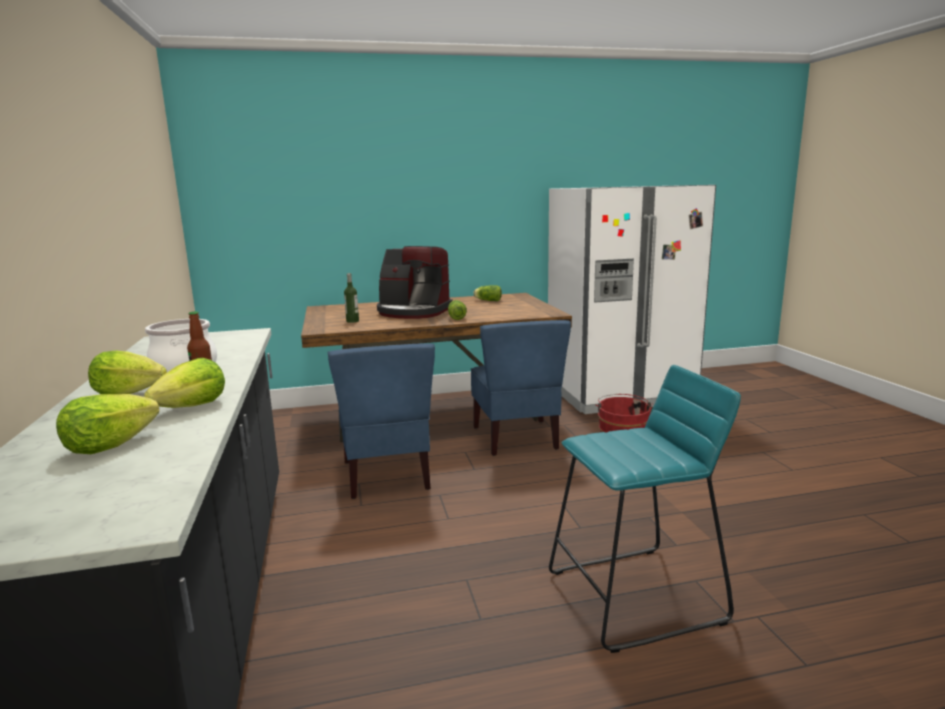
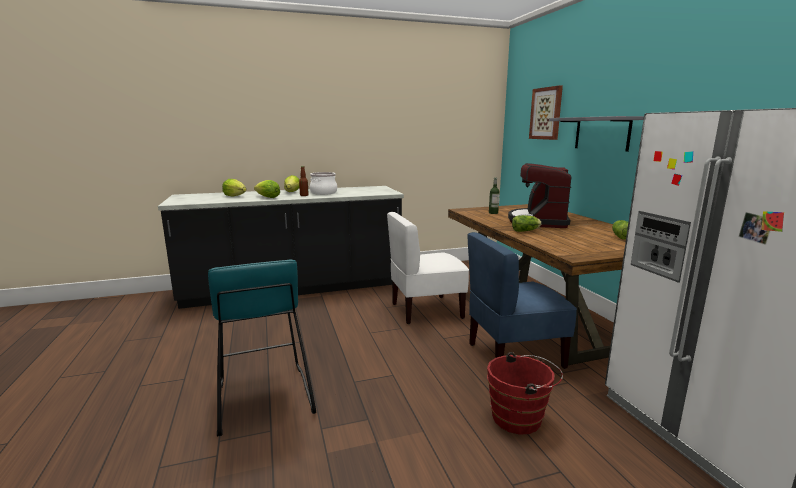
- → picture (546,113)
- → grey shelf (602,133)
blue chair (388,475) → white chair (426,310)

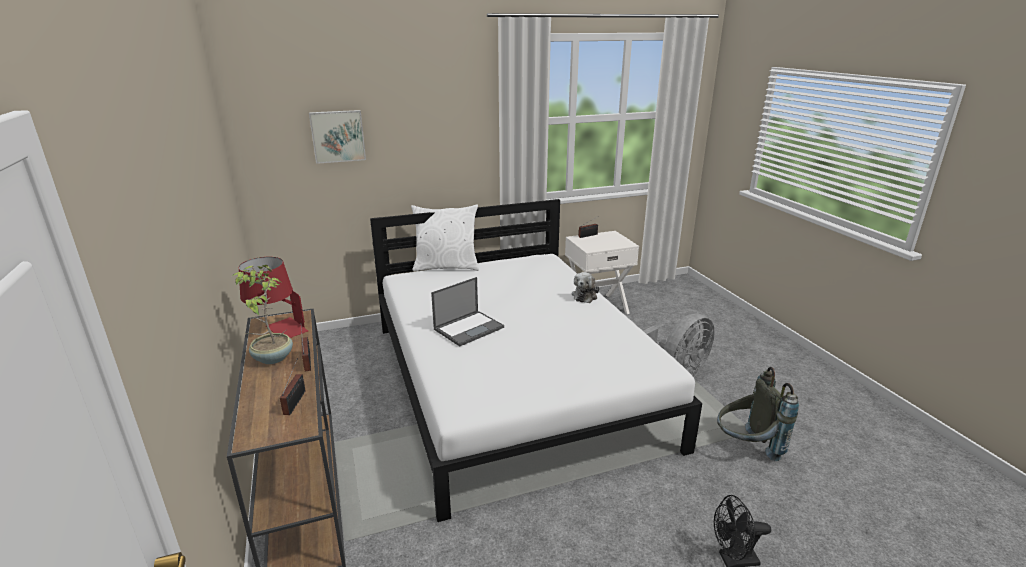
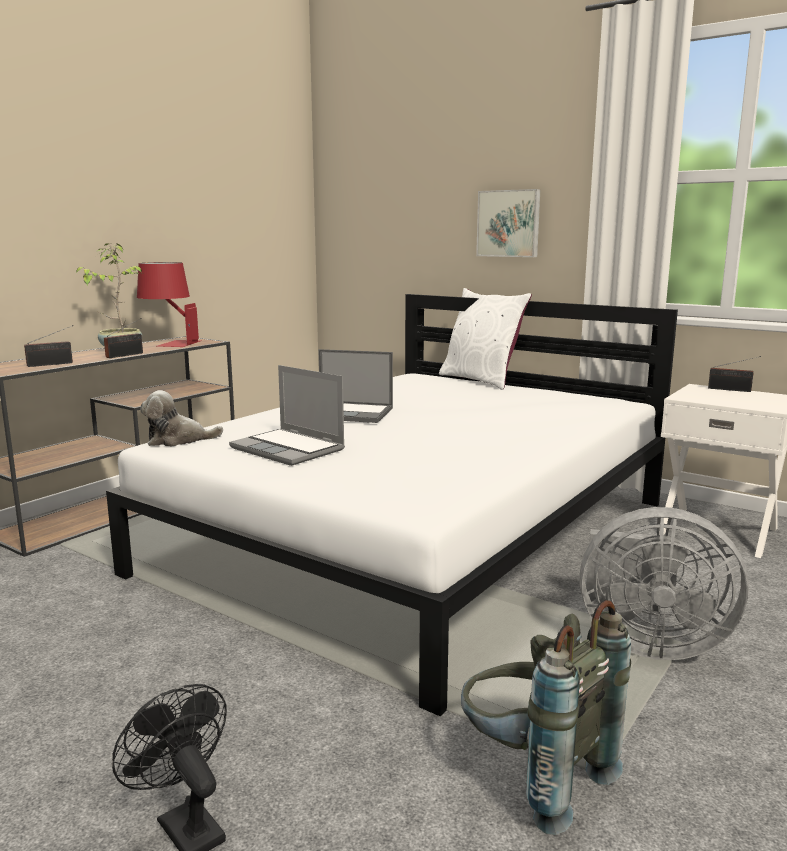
- → laptop (289,449)
picture (337,136) → picture (509,223), relocated
plush toy (585,295) → plush toy (178,440), relocated

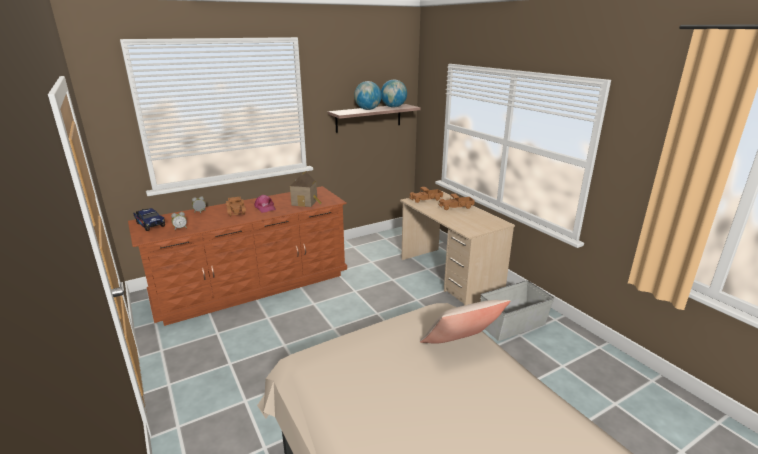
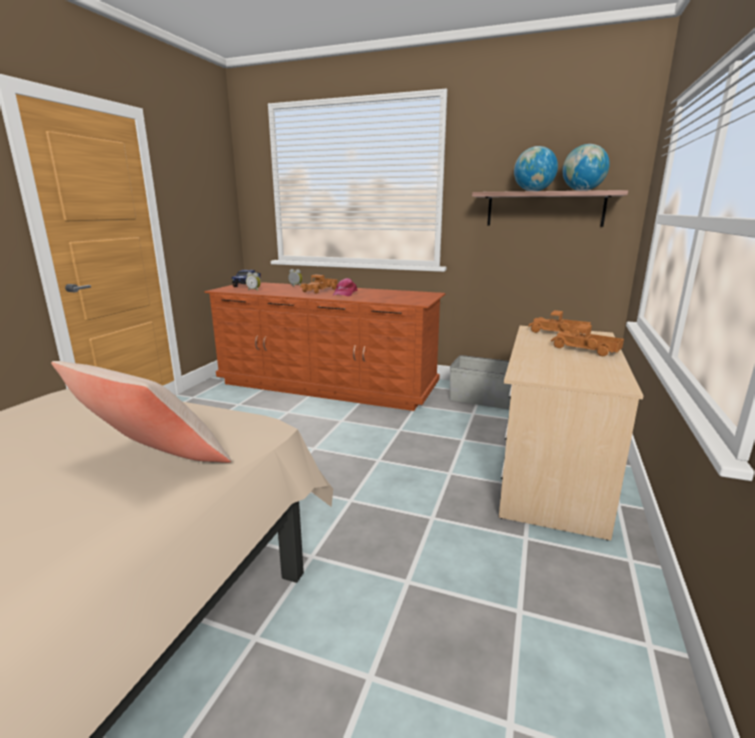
toy house (306,202) → -
grey storage box (512,324) → grey storage box (484,399), relocated

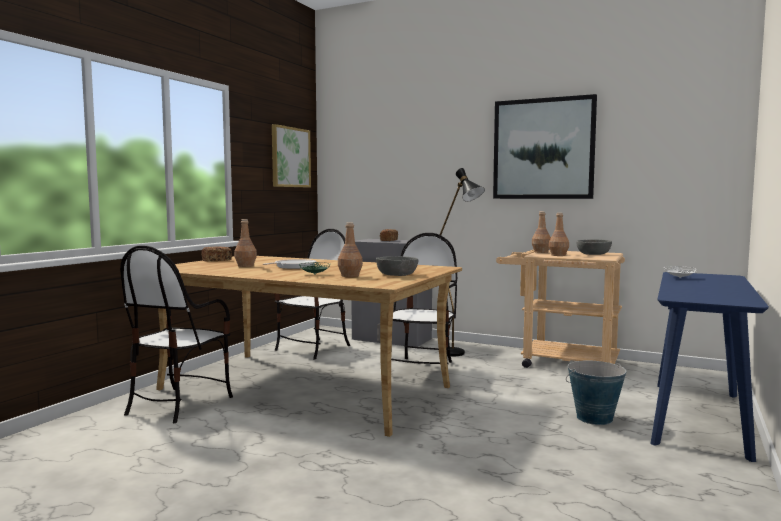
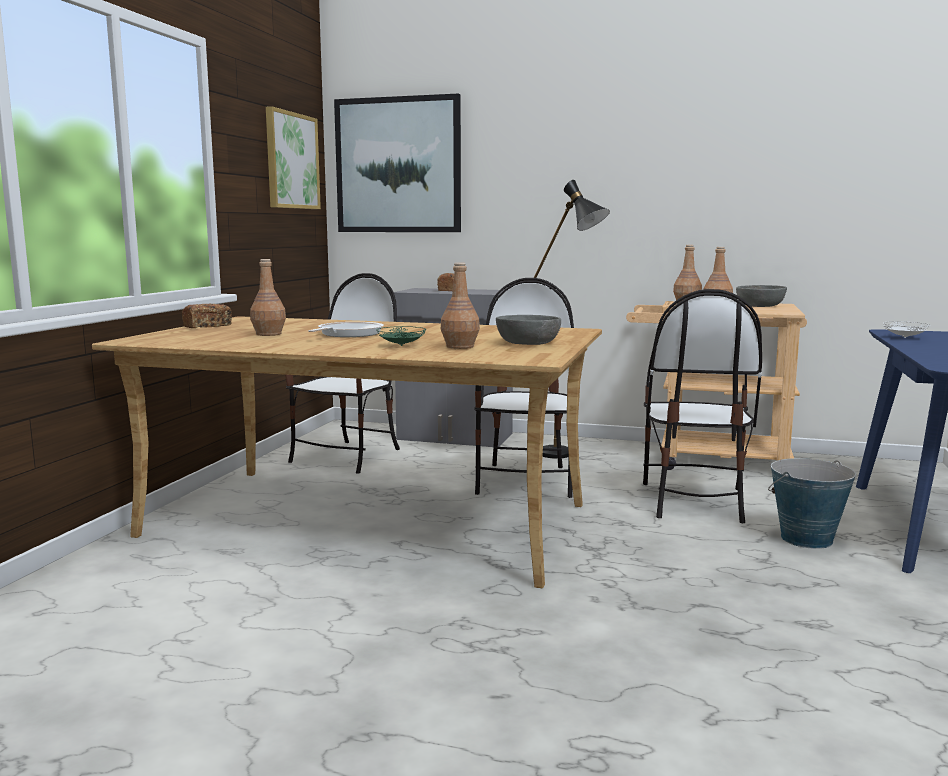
chair (178,404) → chair (694,501), relocated
picture (543,149) → picture (398,165), relocated

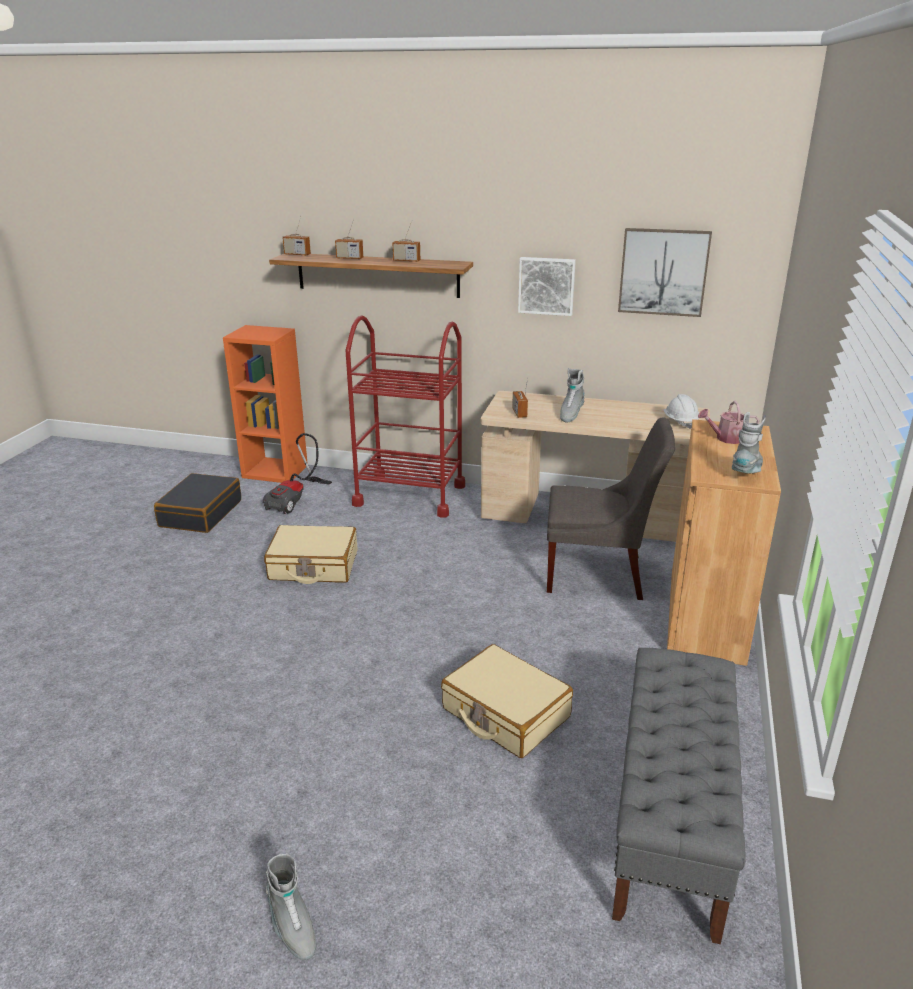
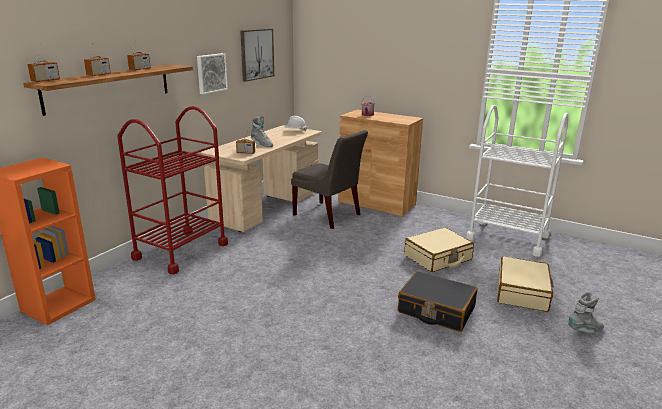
vacuum cleaner (296,500) → -
grey boot (746,473) → -
black suitcase (200,513) → black suitcase (436,310), relocated
beige suitcase (313,566) → beige suitcase (522,292), relocated
grey bench (670,820) → white cart (507,238)
grey chair (600,575) → grey chair (328,216), 105 degrees clockwise

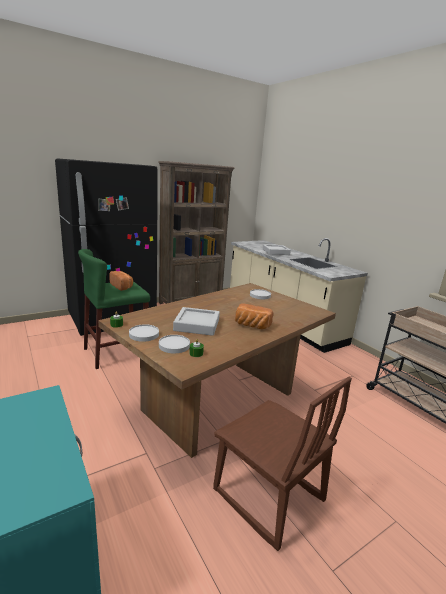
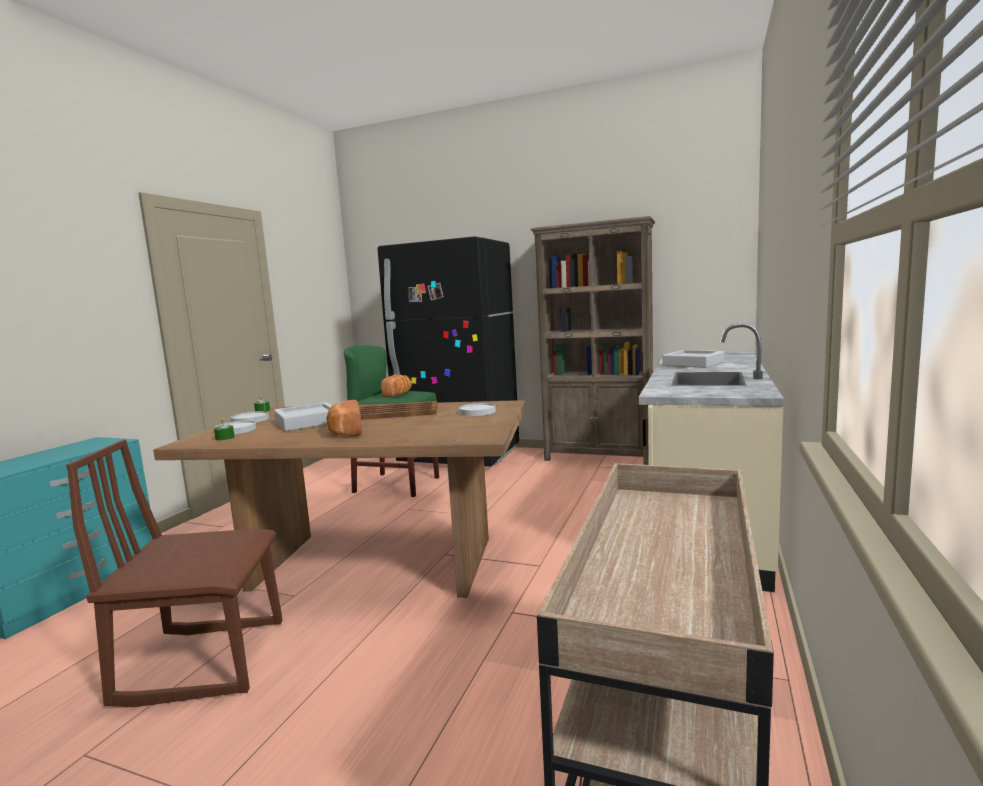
- → brown tray (396,412)
brown chair (268,496) → brown chair (204,660), 75 degrees clockwise

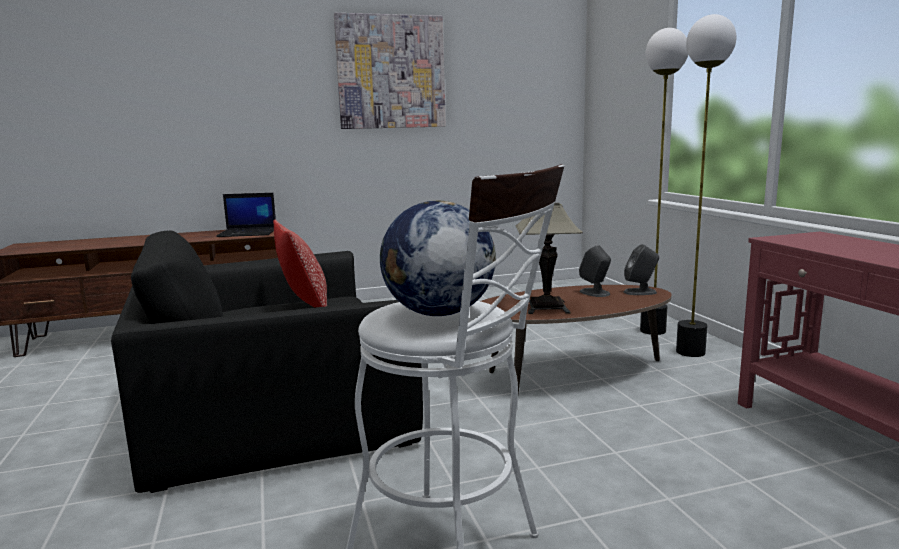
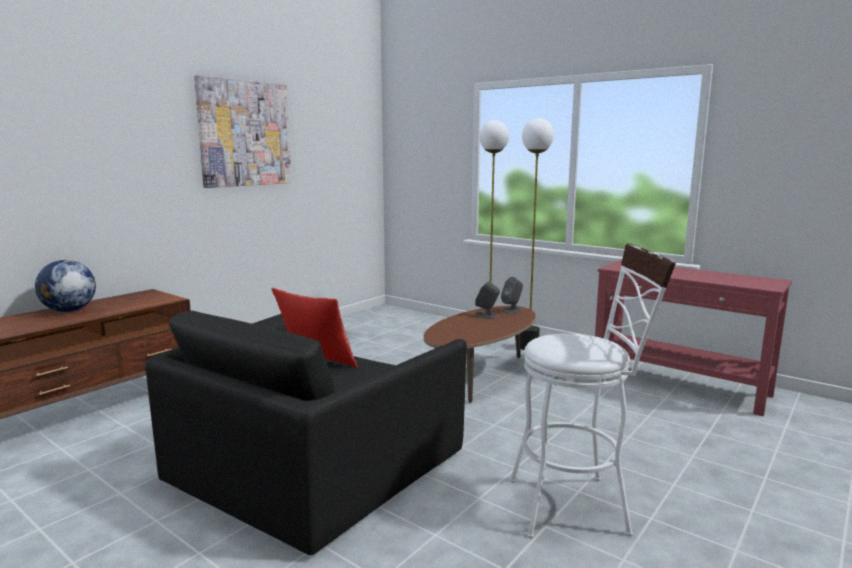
laptop (248,233) → -
table lamp (547,307) → -
globe (438,313) → globe (69,311), relocated

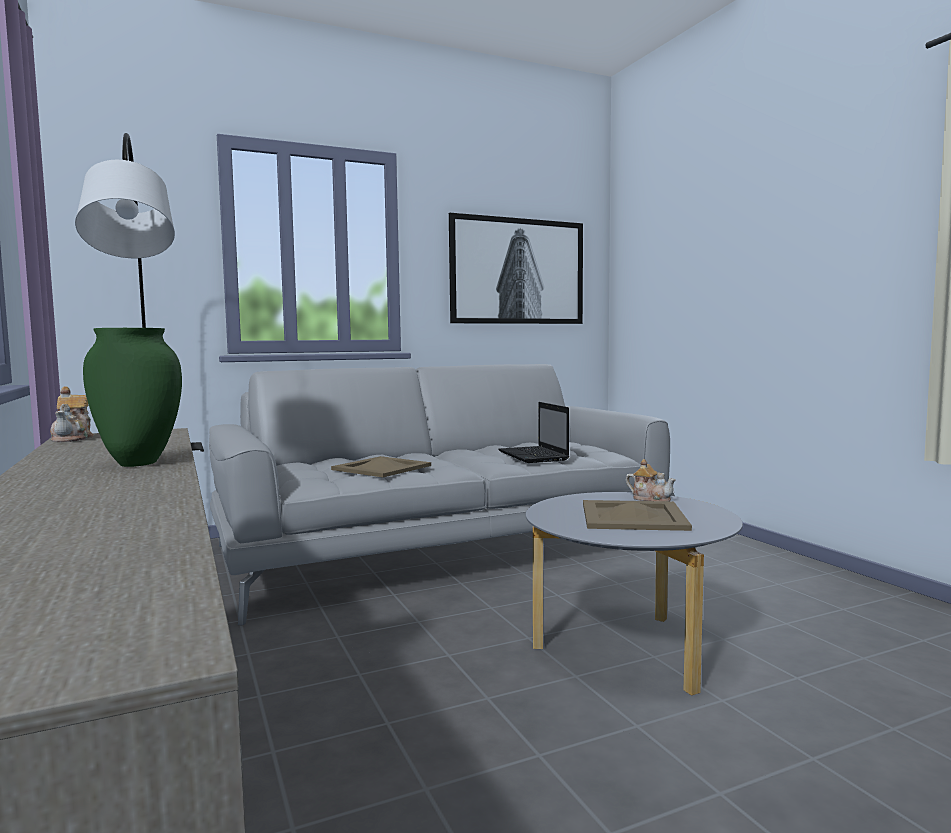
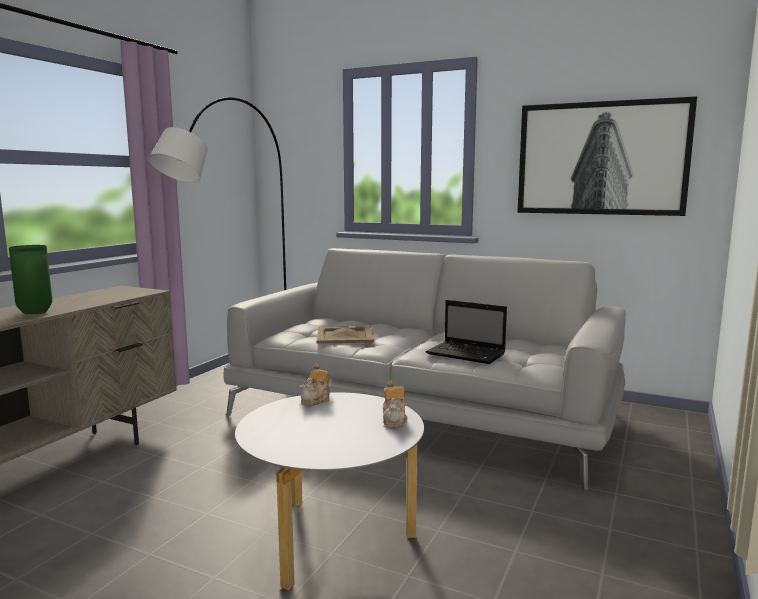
beige tray (632,516) → -
teapot (73,438) → teapot (317,400), relocated
laptop (534,456) → laptop (467,354), 90 degrees counterclockwise

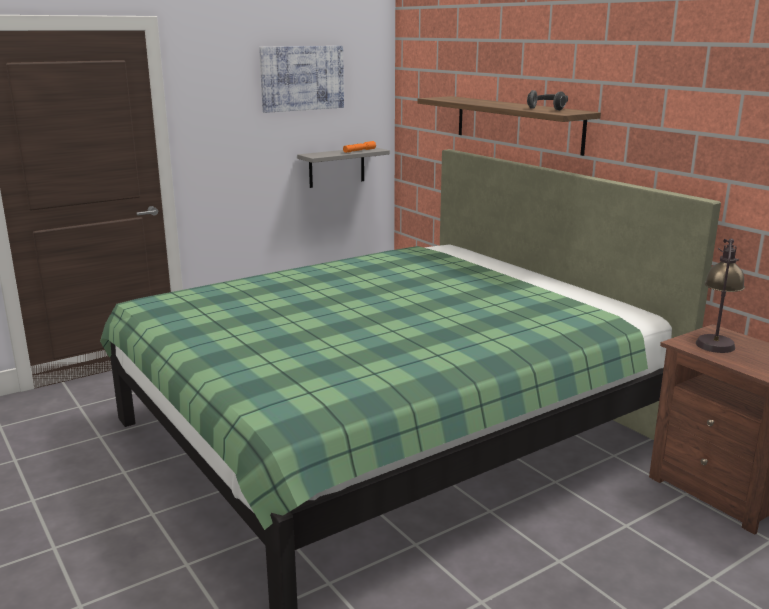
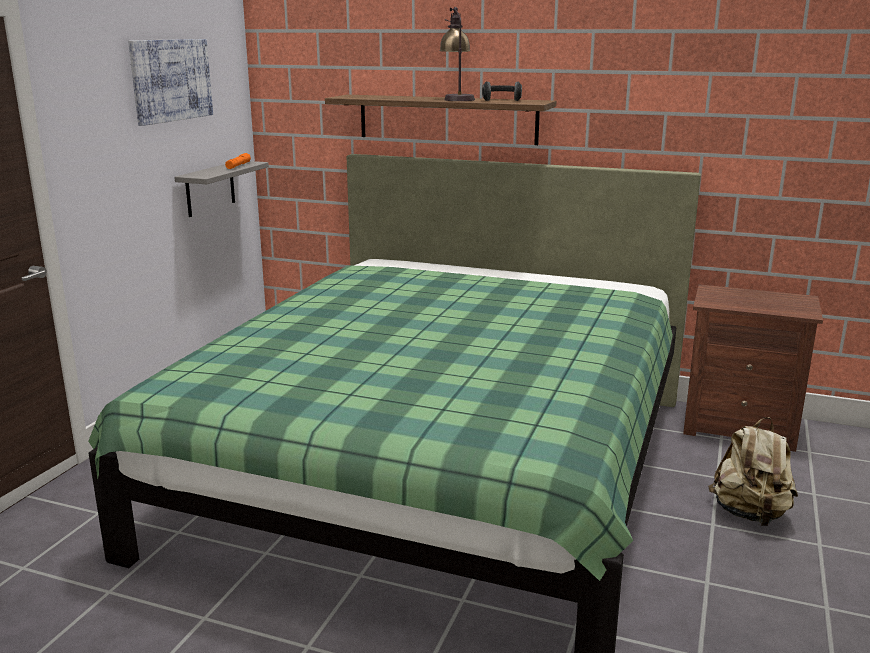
- → beige backpack (750,514)
table lamp (715,340) → table lamp (456,99), relocated

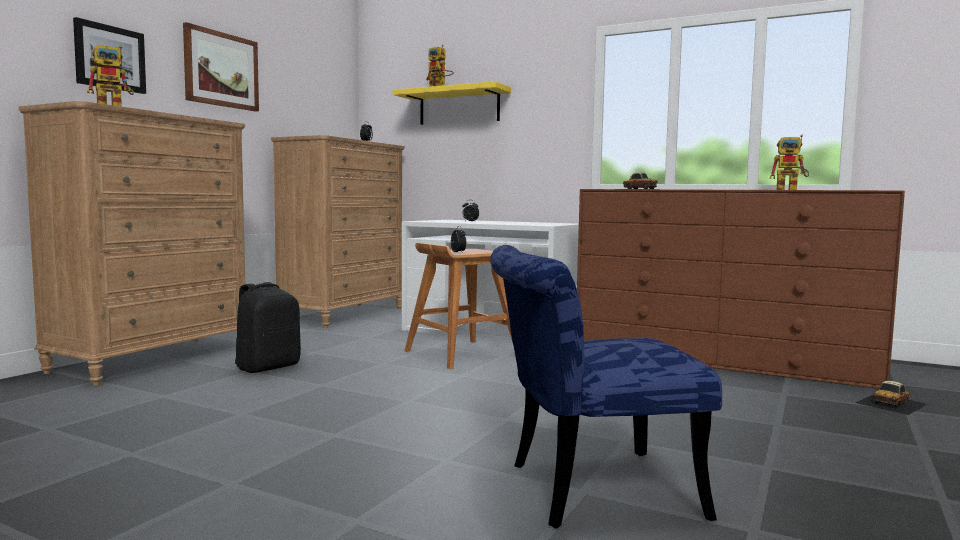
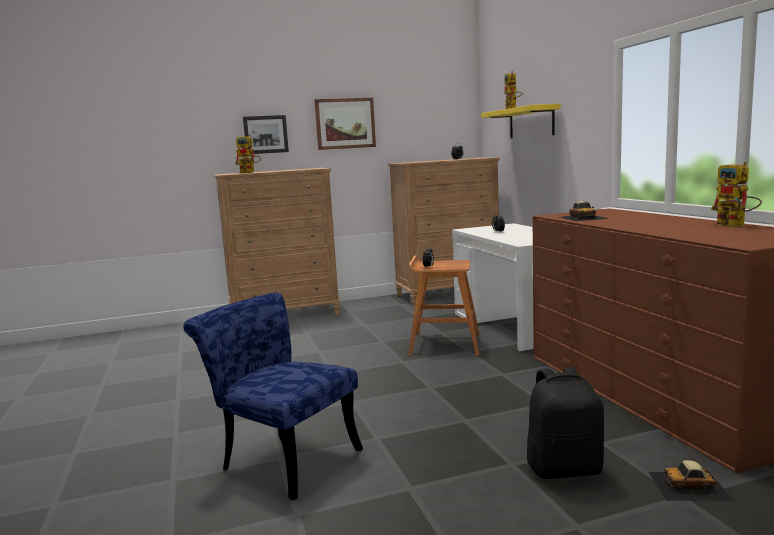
black backpack (268,367) → black backpack (564,469), relocated

